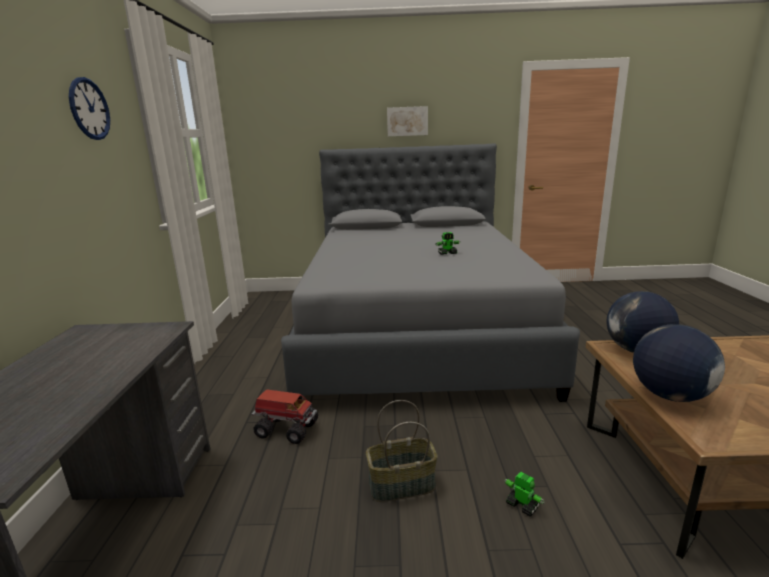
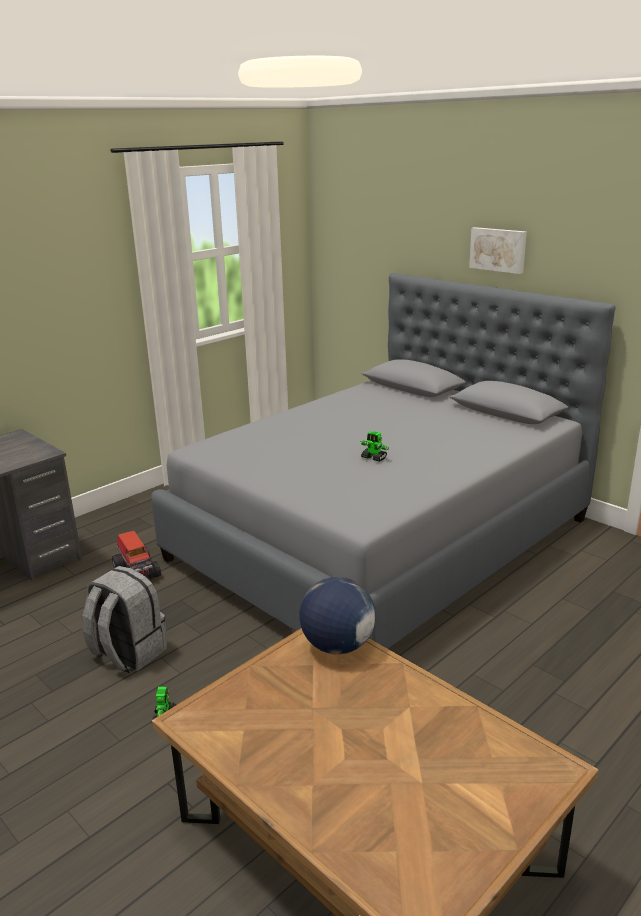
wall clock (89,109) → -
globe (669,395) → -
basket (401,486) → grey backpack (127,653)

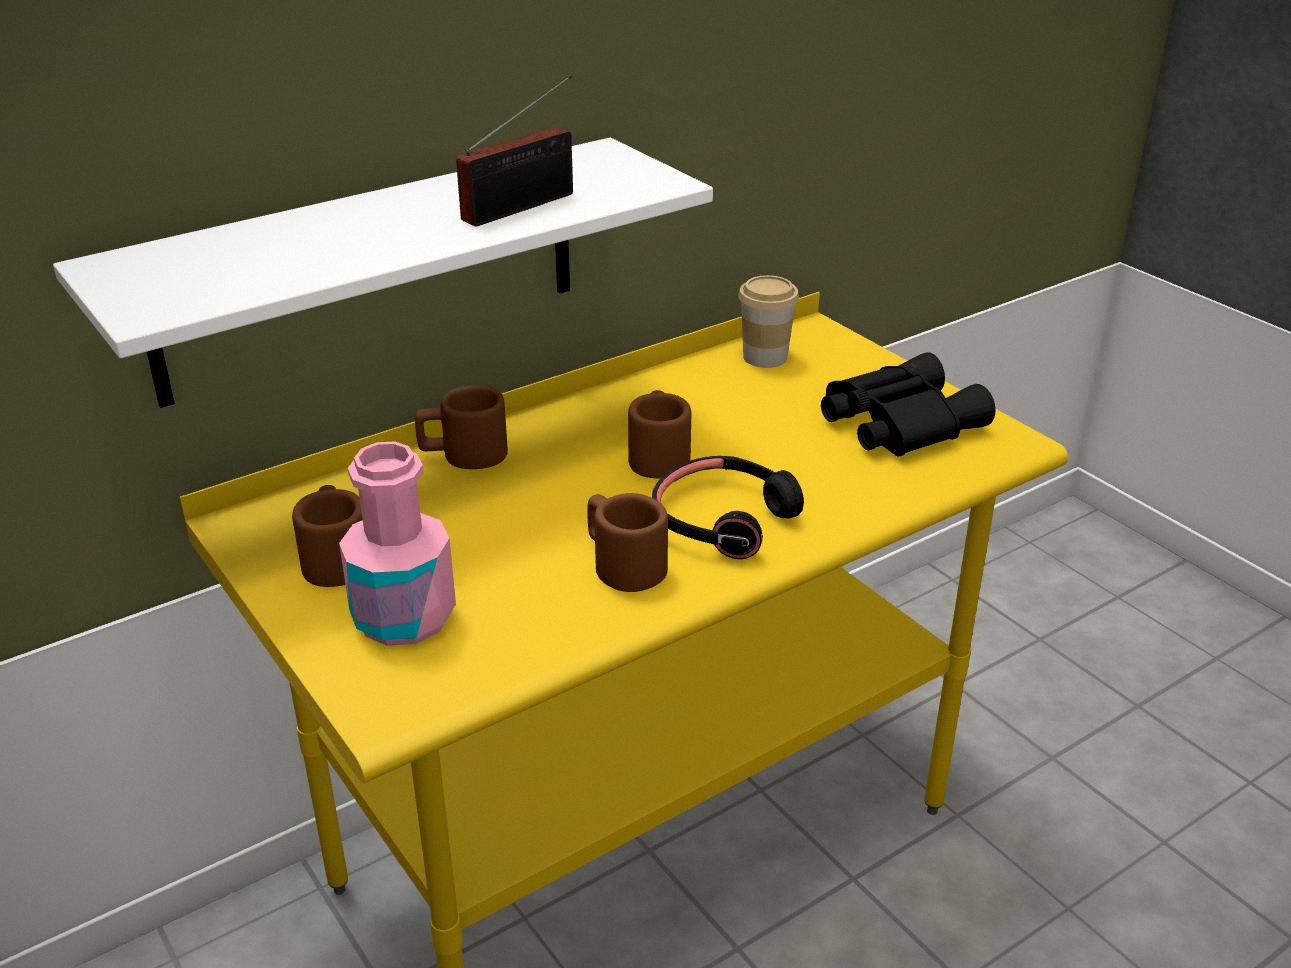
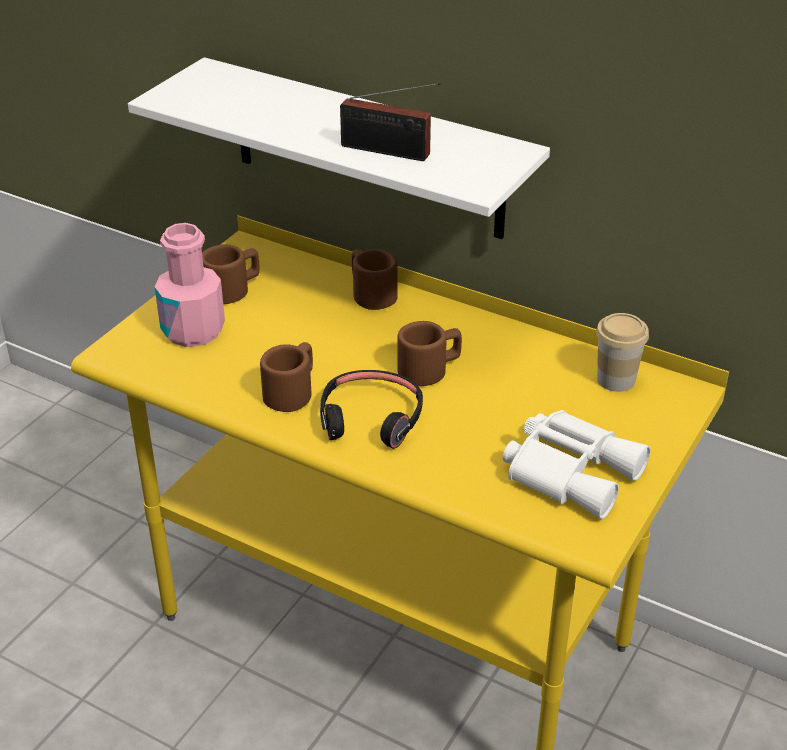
black binoculars (896,422) → white binoculars (571,470)

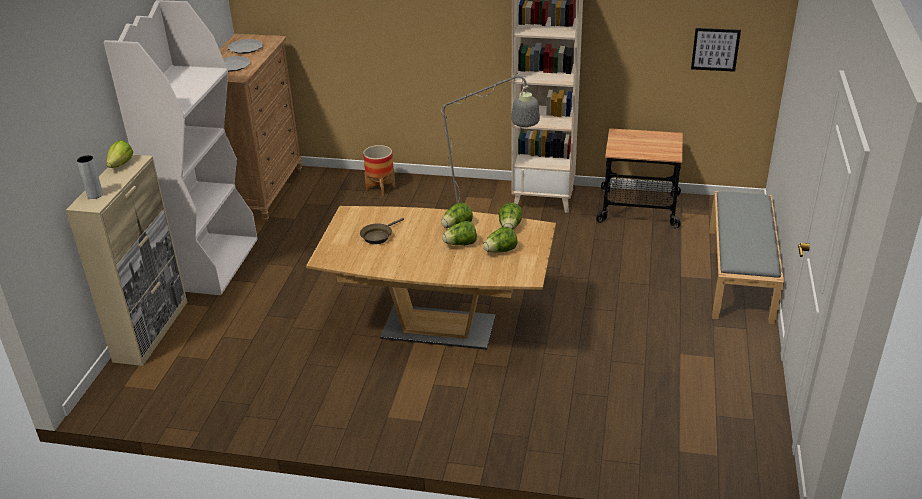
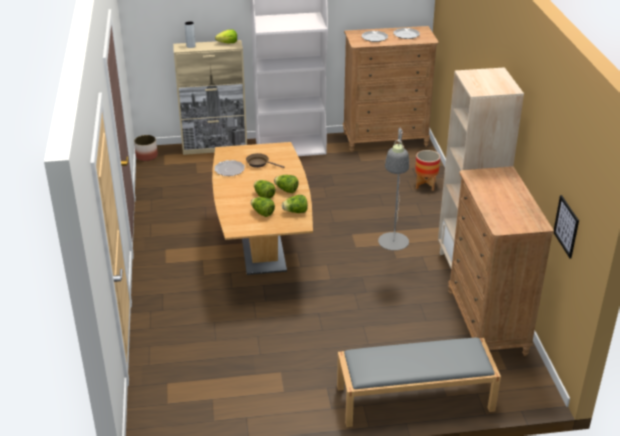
- → planter (147,156)
- → plate (229,169)
cart (638,208) → brown dresser (487,323)

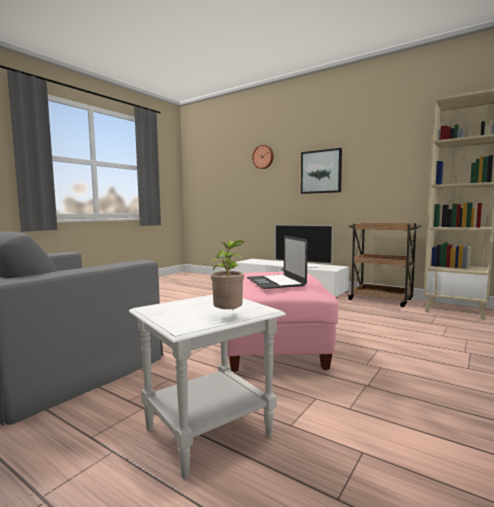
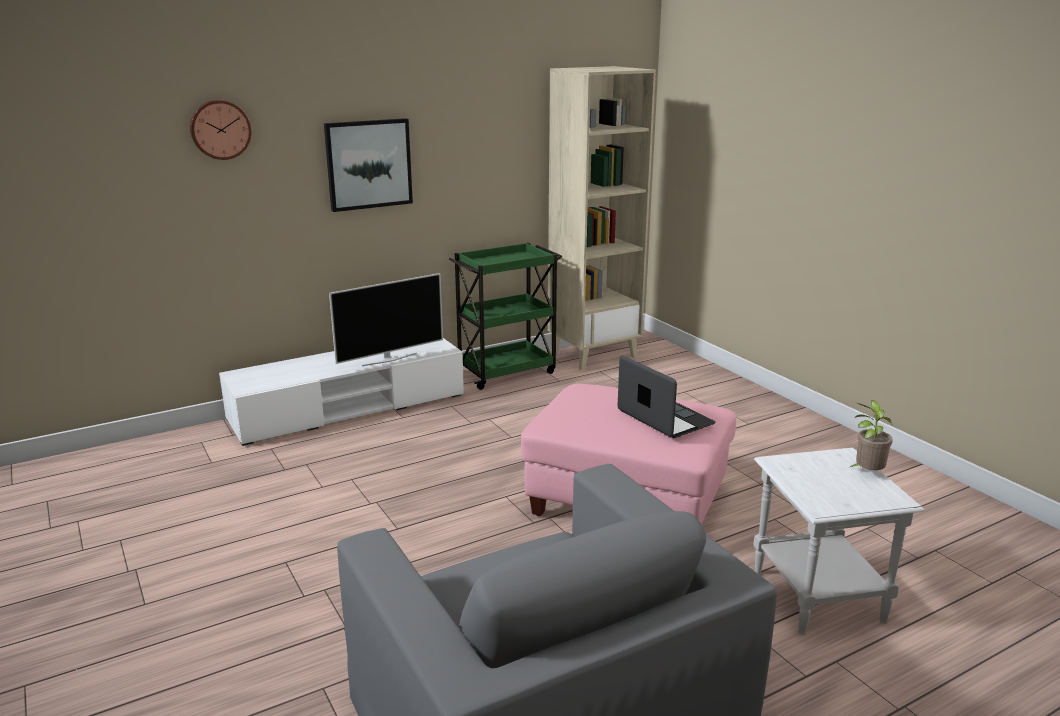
brown cart (382,300) → green cart (506,371)
laptop (275,282) → laptop (665,417), 135 degrees counterclockwise

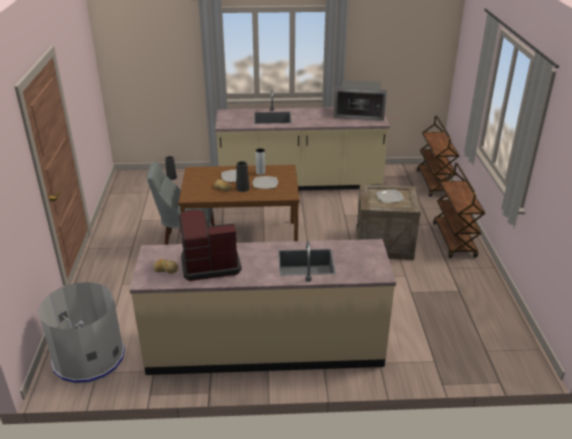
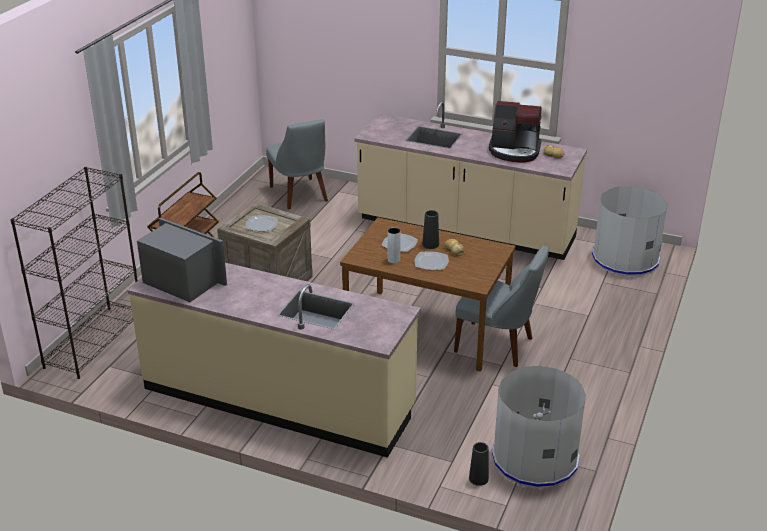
- → grey chair (300,195)
- → grey trash can (535,458)
brown cart (434,183) → black bookcase (94,341)

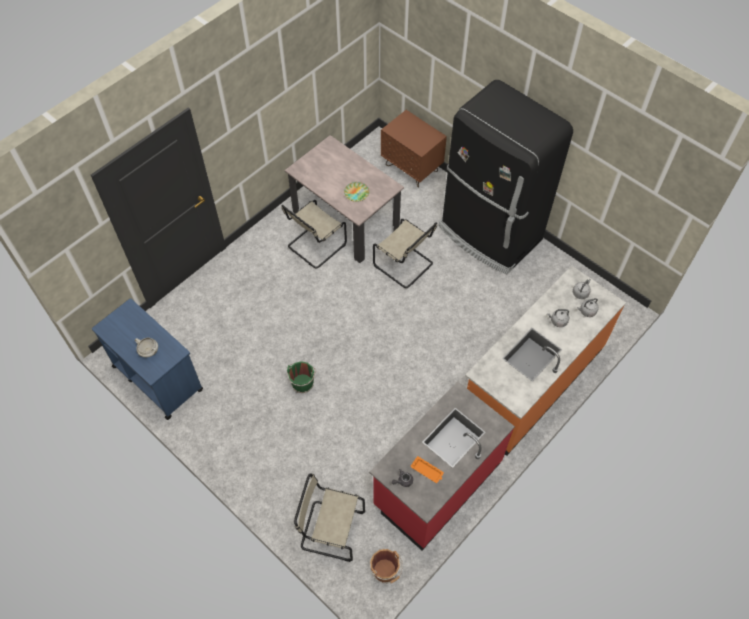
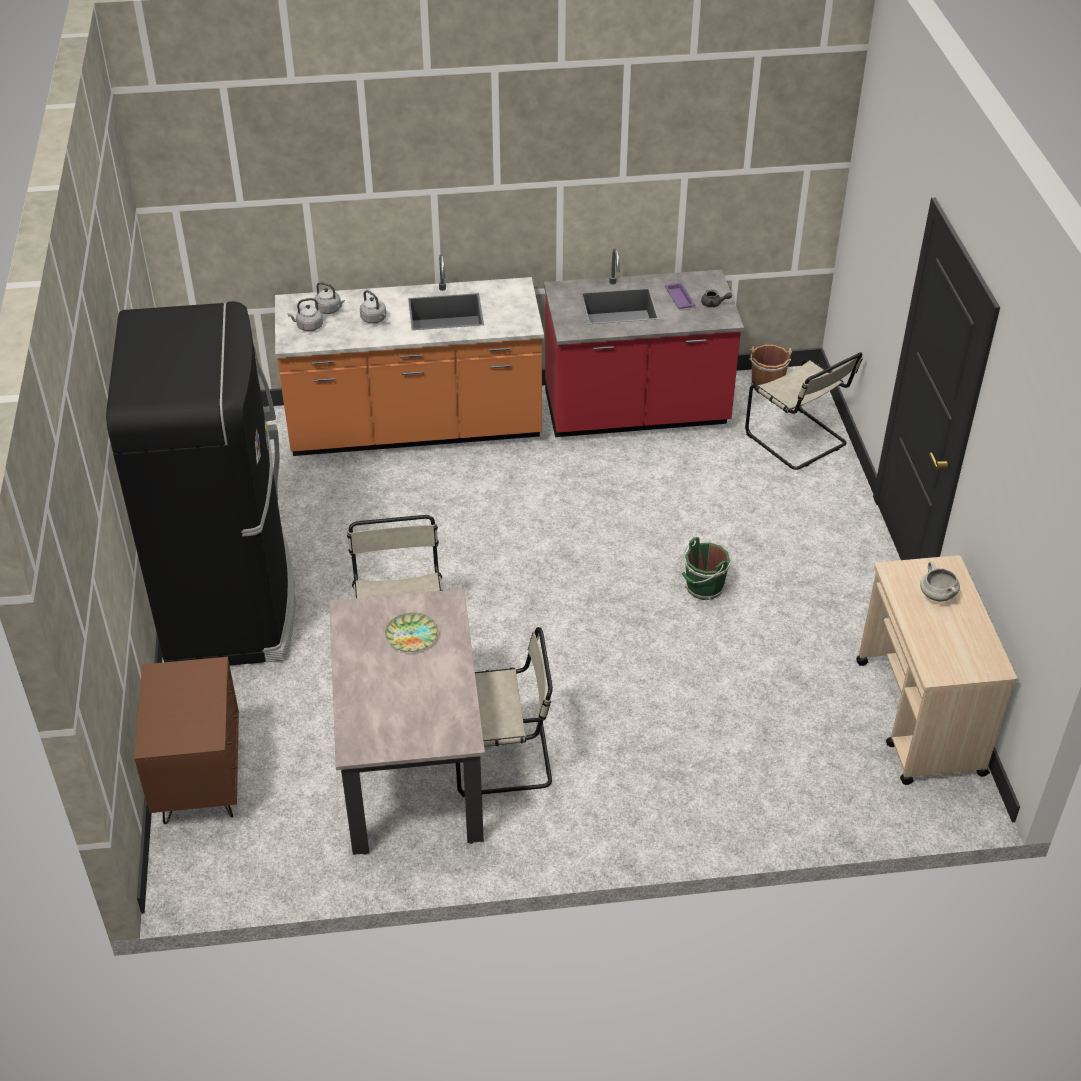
blue cart (157,377) → beige cart (919,718)
orange tray (427,471) → purple tray (679,298)

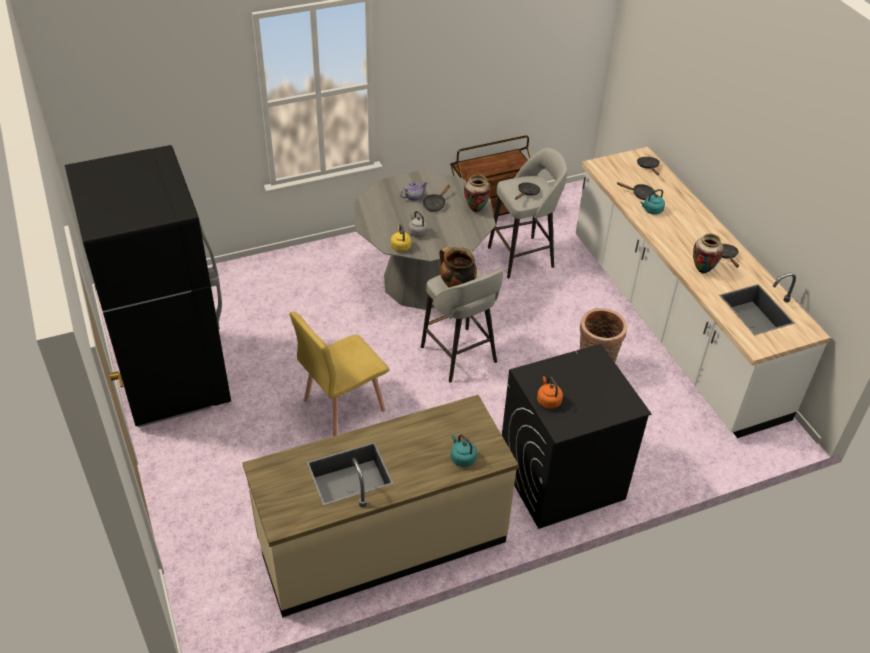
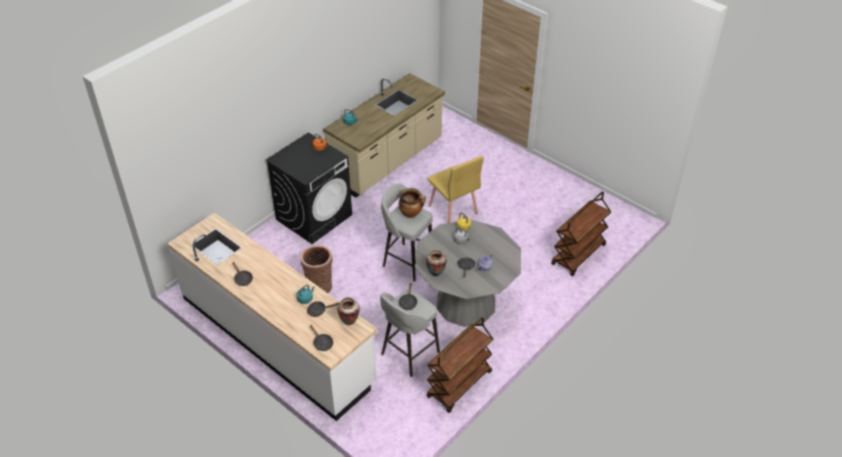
black fridge (173,378) → -
- → brown cart (578,255)
vase (702,270) → vase (349,322), relocated
yellow chair (343,405) → yellow chair (453,210), 120 degrees clockwise

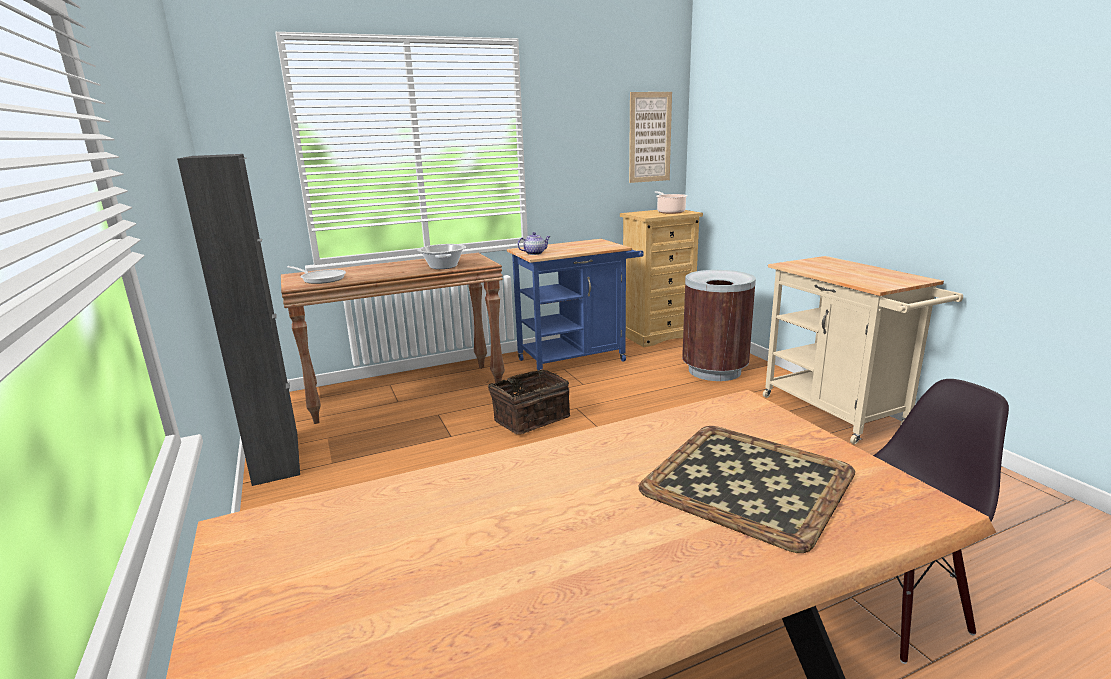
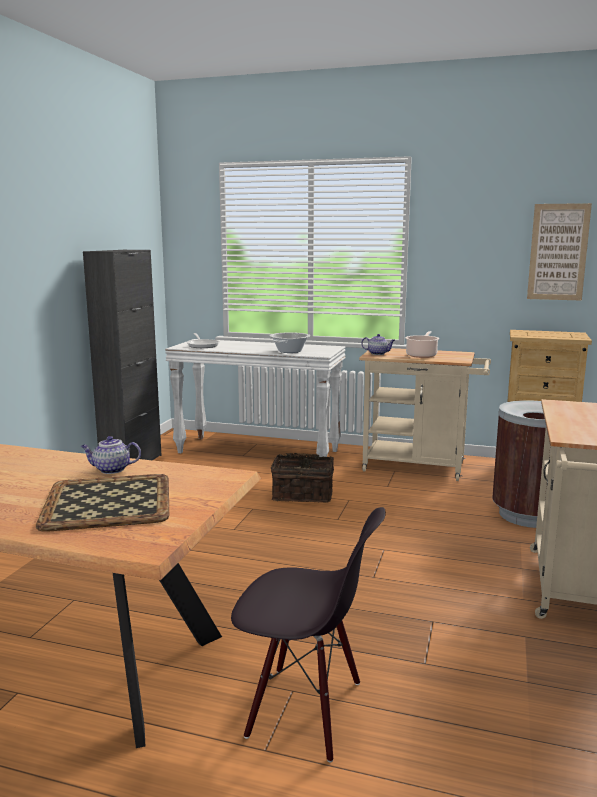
- → teapot (111,470)
cooking pot (670,212) → cooking pot (422,355), relocated
brown console table (407,392) → white console table (258,451)
blue cart (577,359) → beige cart (421,467)

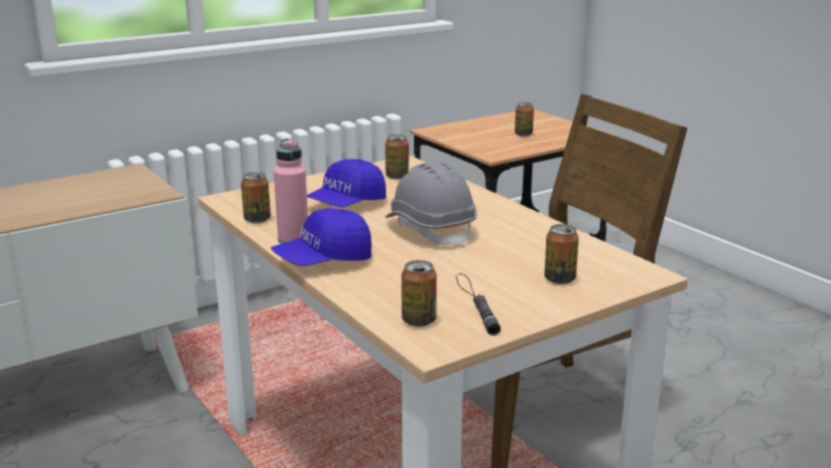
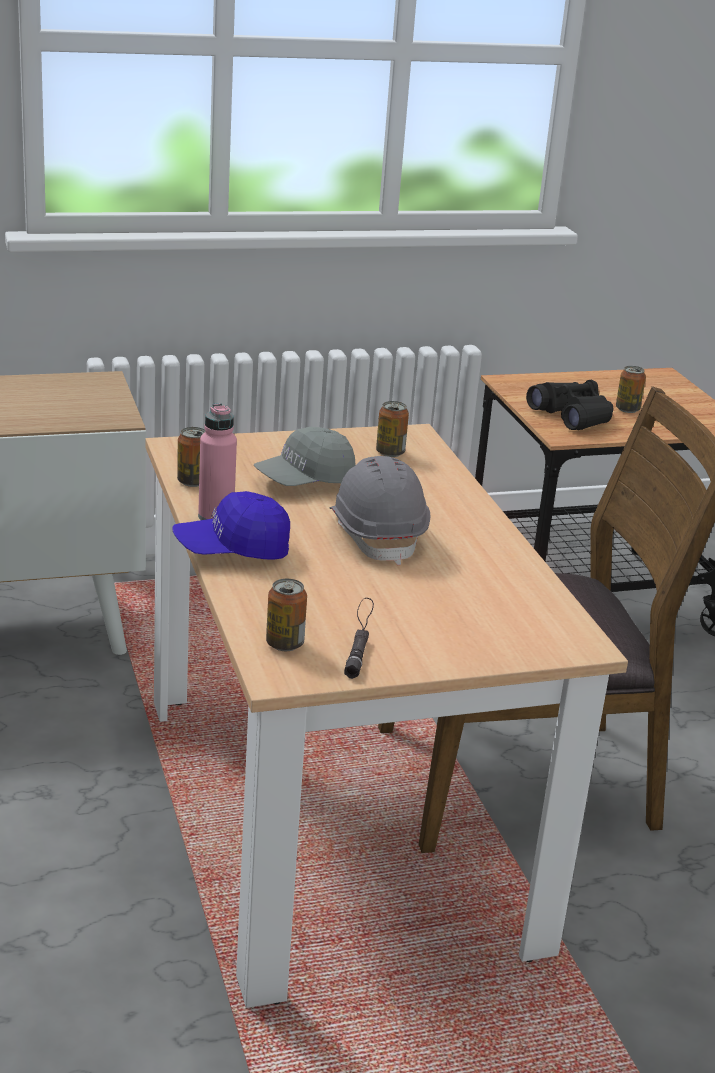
can (559,279) → -
- → black binoculars (572,416)
blue cap (347,204) → grey cap (305,481)

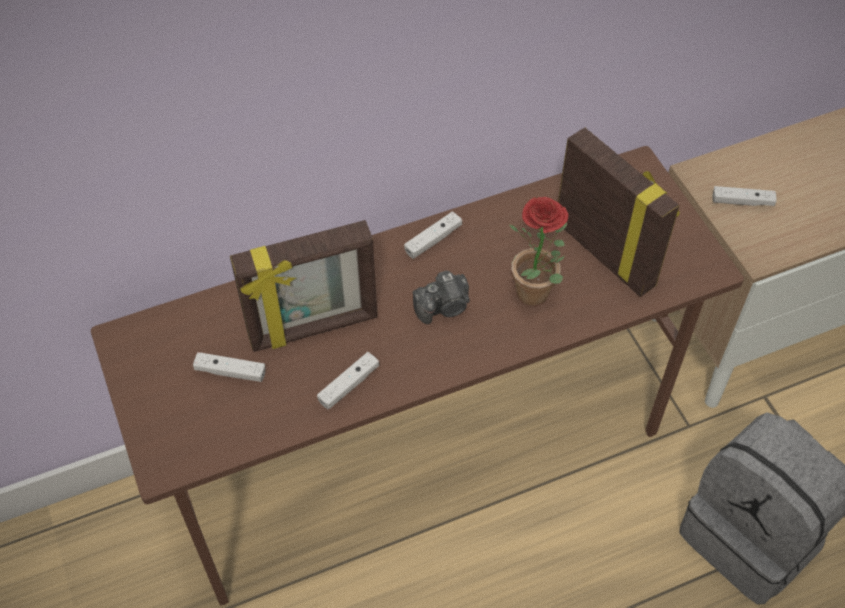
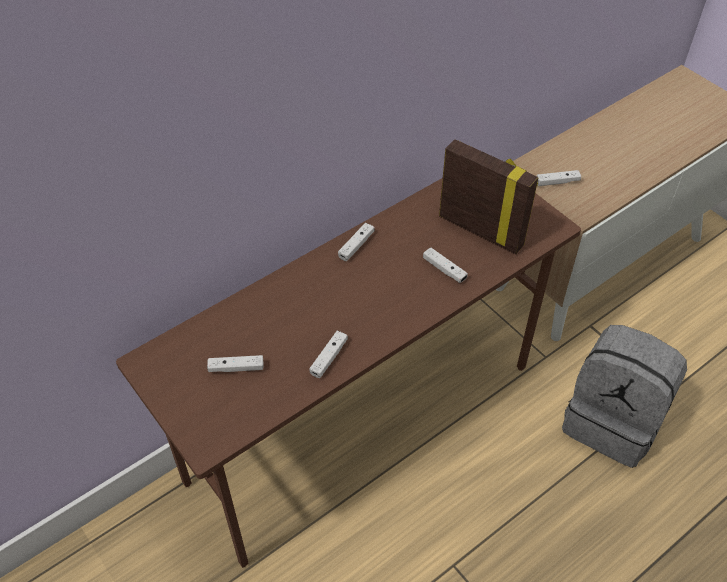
picture frame (313,328) → -
photo camera (444,307) → -
potted plant (537,297) → white game controller (444,269)

